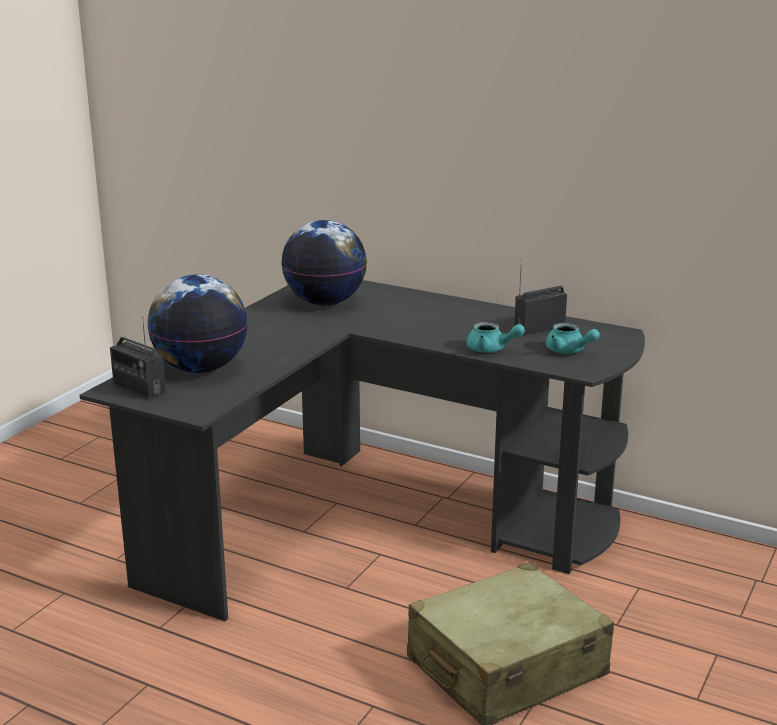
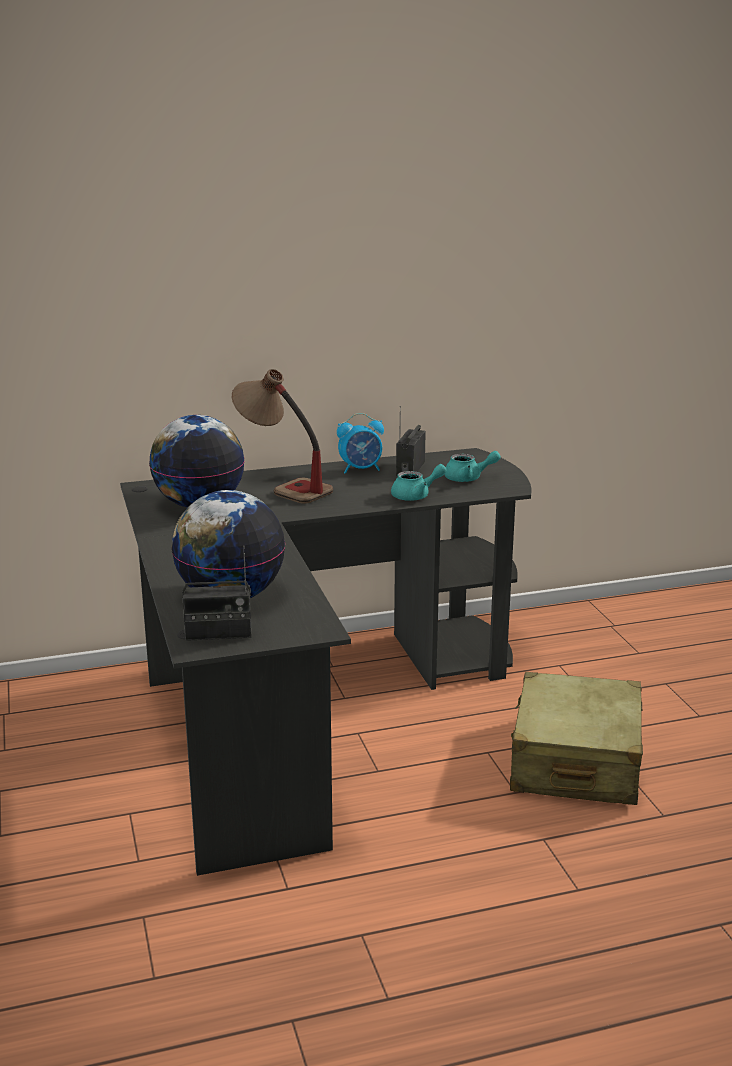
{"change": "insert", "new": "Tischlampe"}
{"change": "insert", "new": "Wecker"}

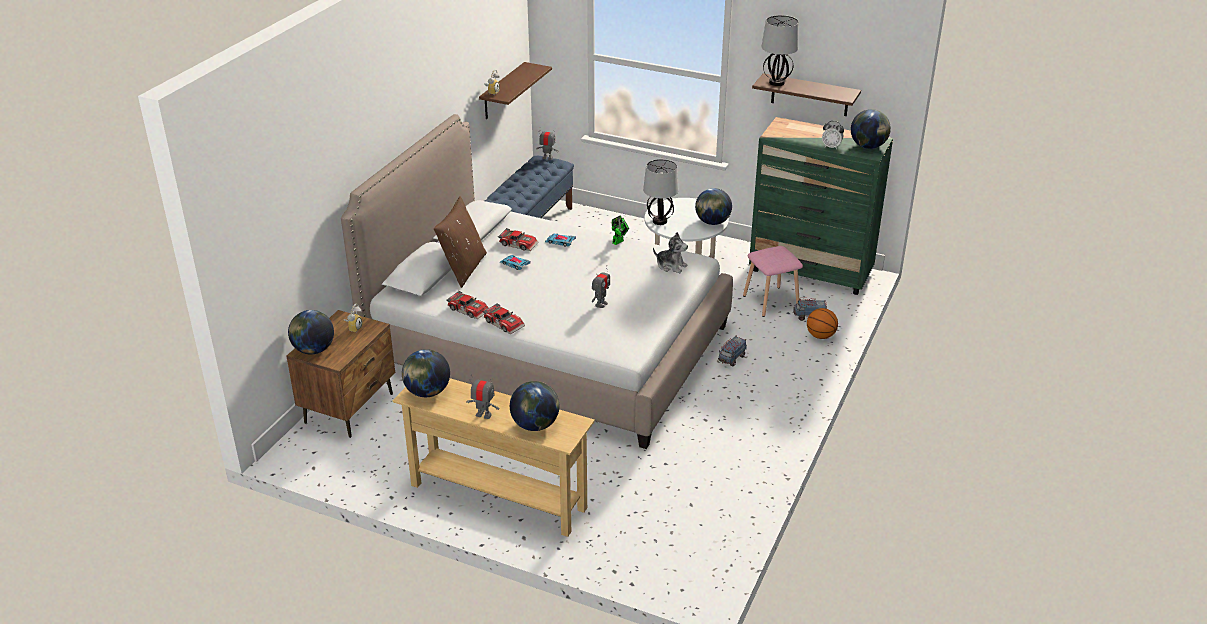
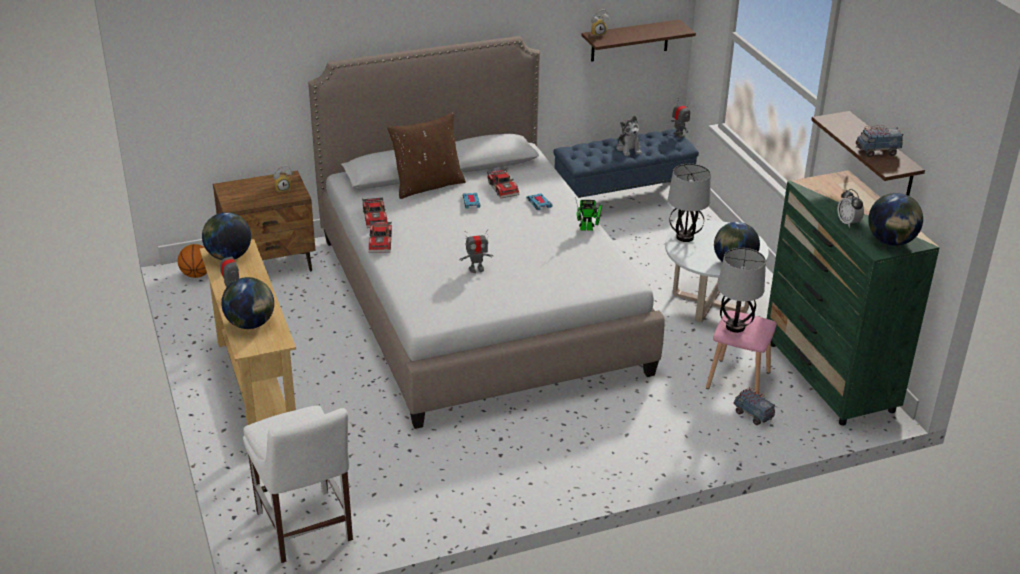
{"change": "delete", "old": "Globus (1st from left)"}
{"change": "move", "old": "Plüschtier"}
{"change": "move", "old": "Spielzeuglaster (1st from left in the first image)", "new": "Spielzeuglaster (2nd from left)"}
{"change": "move", "old": "Tischlampe (2nd from left)"}
{"change": "move", "old": "Basketball"}
{"change": "insert", "new": "Stuhl [weiß]"}

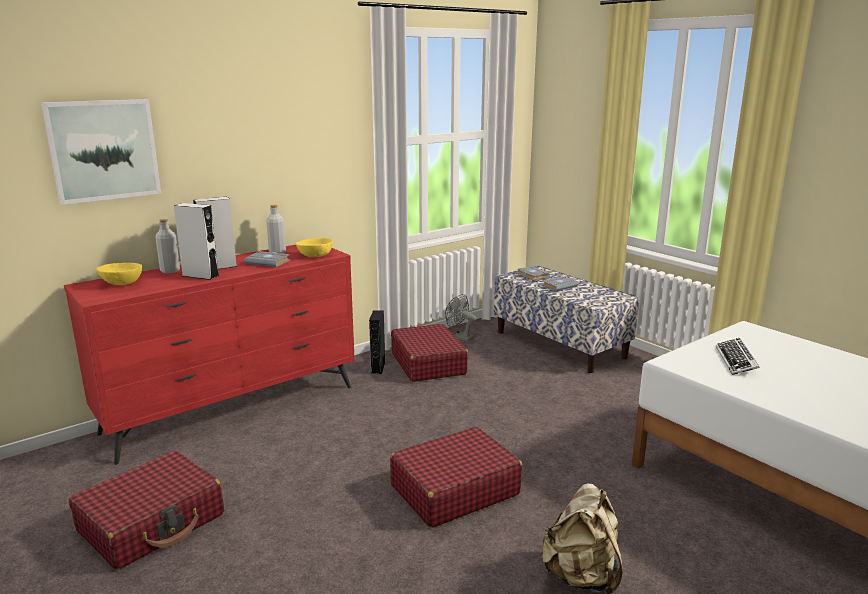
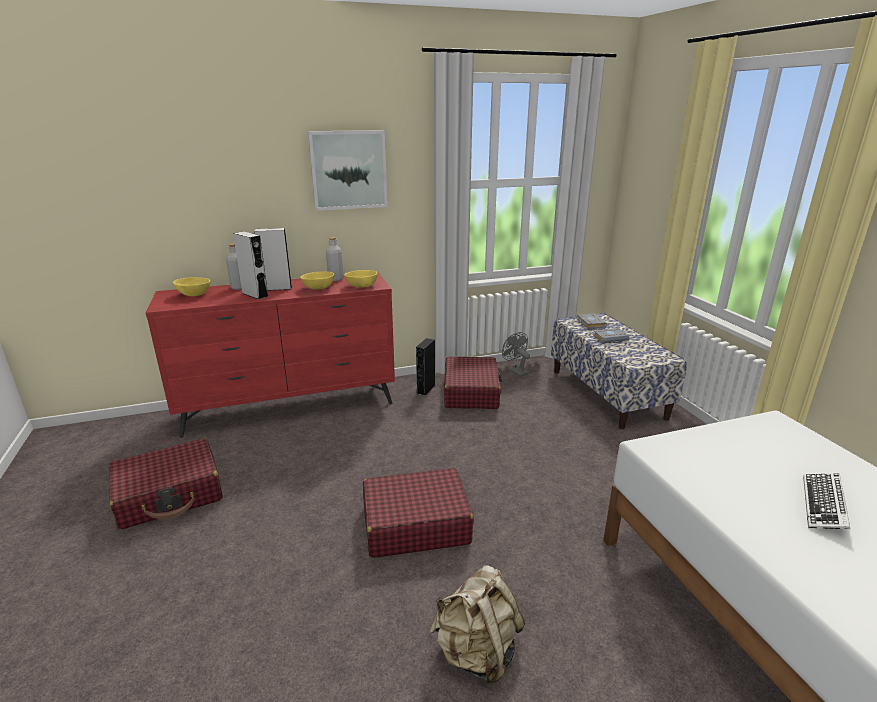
{"change": "move", "old": "Bild"}
{"change": "replace", "old": "Buch [grau] (1st from left)", "new": "Schüssel [gelb] (2nd from left)"}
{"change": "move", "old": "Tastatur"}

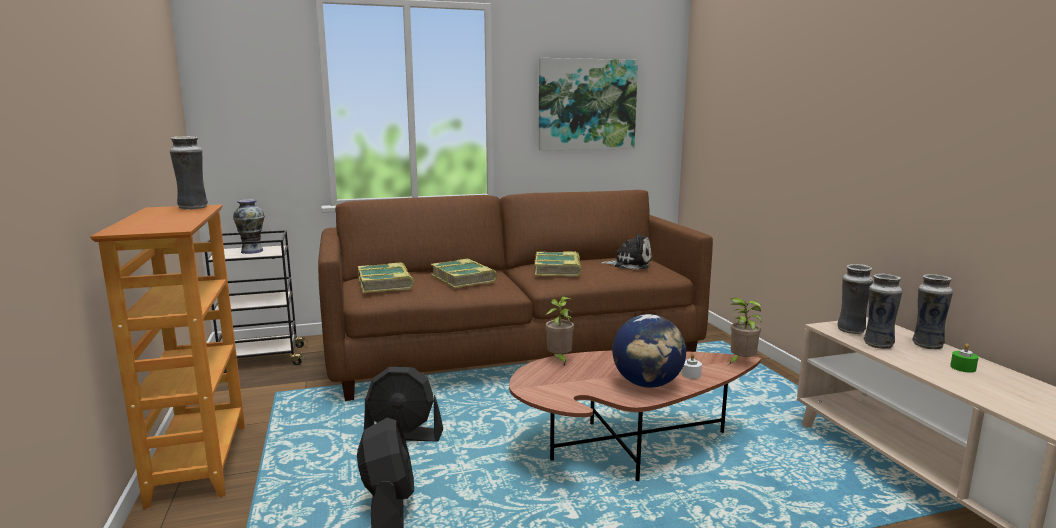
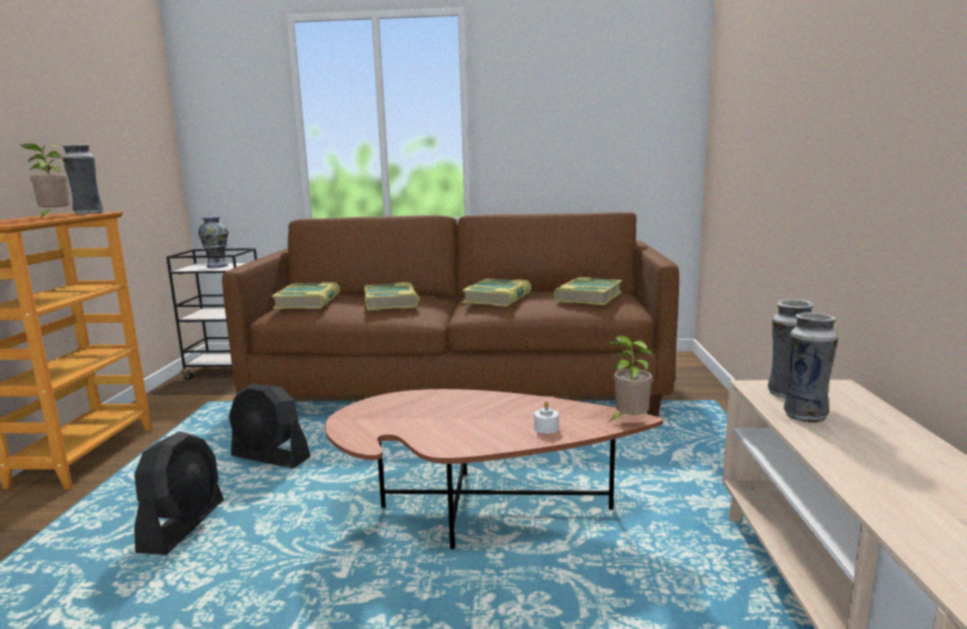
{"change": "delete", "old": "Bild"}
{"change": "move", "old": "Topfpflanze (1st from left)"}
{"change": "replace", "old": "Plüschtier", "new": "Buch (4th from left)"}
{"change": "delete", "old": "Globus"}
{"change": "delete", "old": "Vase (5th from left)"}
{"change": "delete", "old": "Kerze [grün]"}

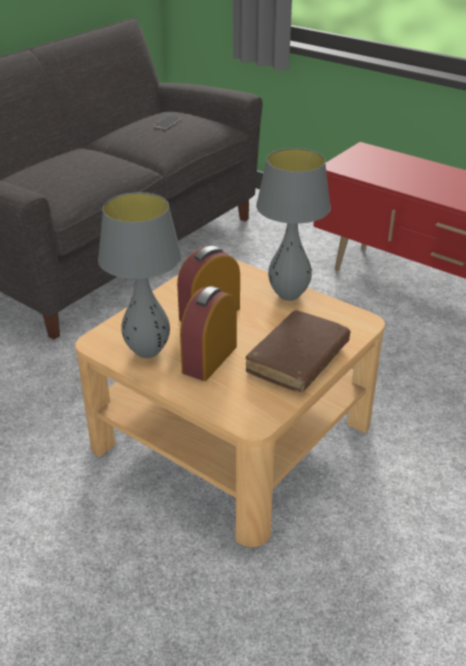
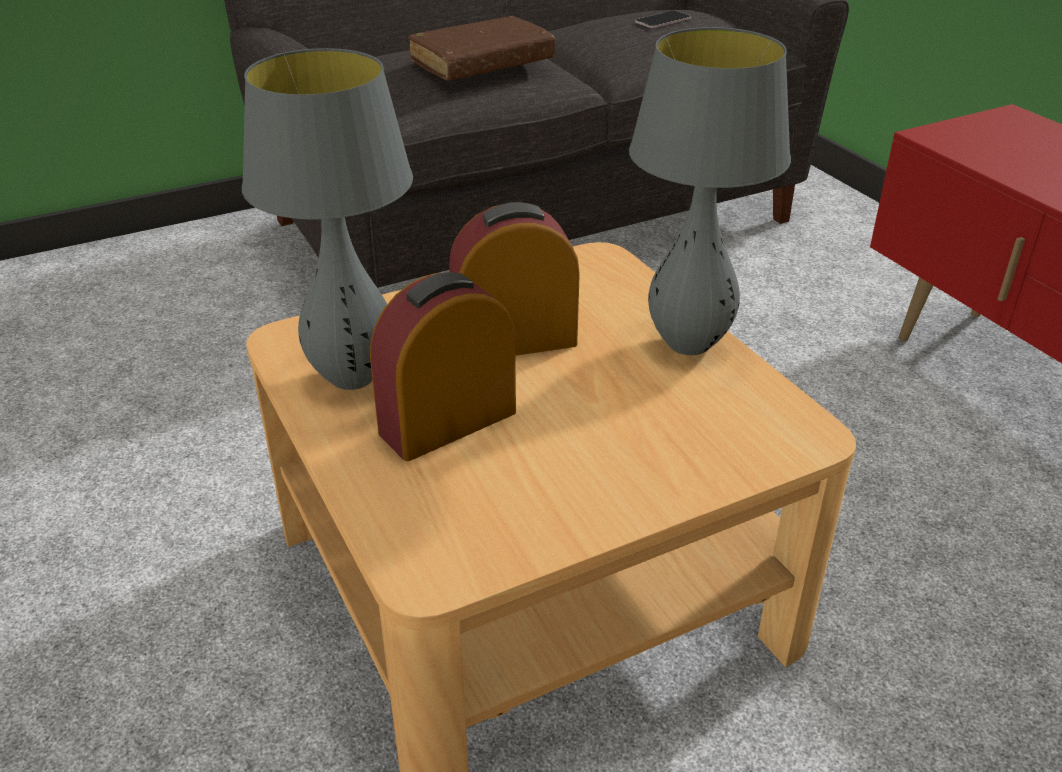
{"change": "move", "old": "Buch [braun]"}

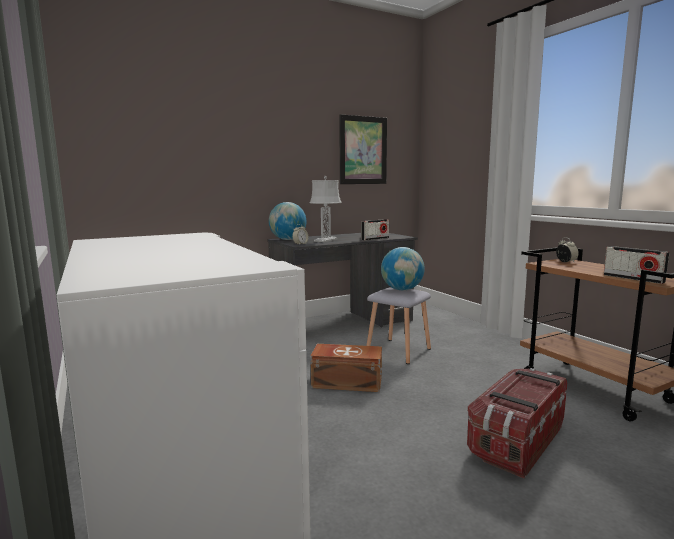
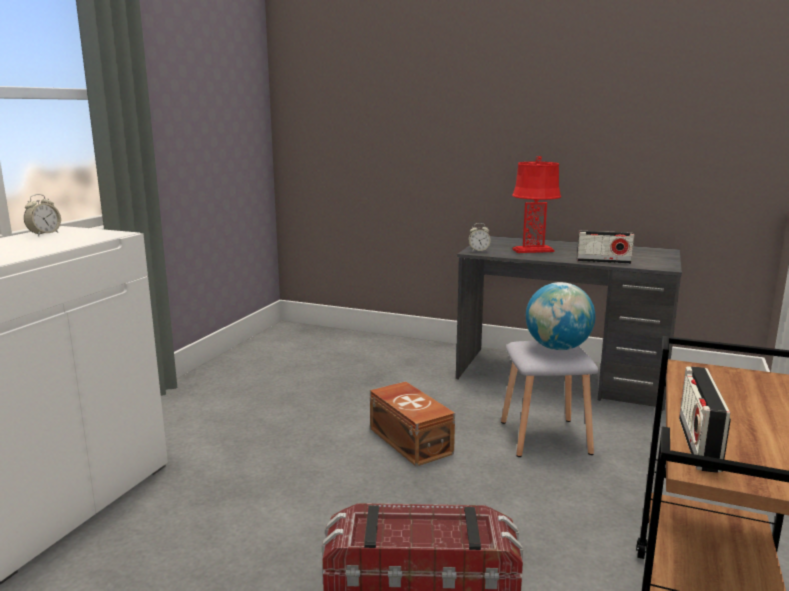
{"change": "delete", "old": "Globus (1st from left)"}
{"change": "recolor", "old": "Tischlampe [grau]", "new": "Tischlampe [rot]"}
{"change": "delete", "old": "Bild"}
{"change": "move", "old": "Wecker (2nd from left in the first image)", "new": "Wecker (1st from left)"}

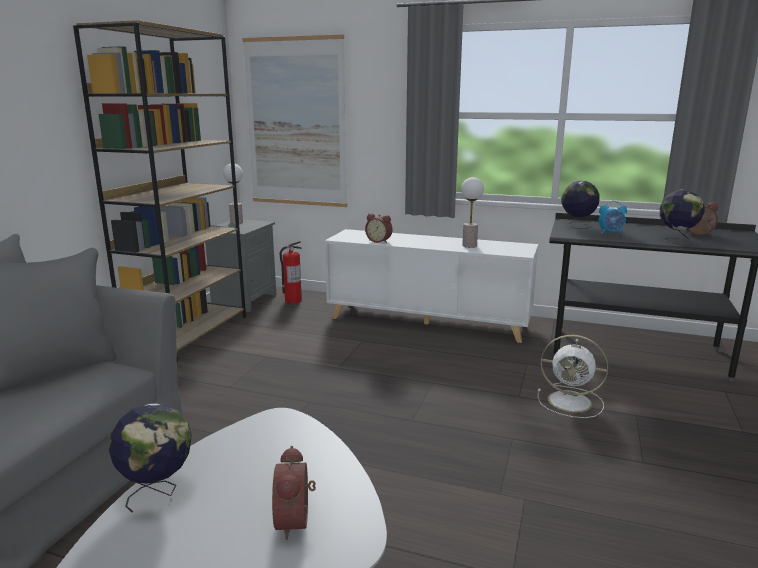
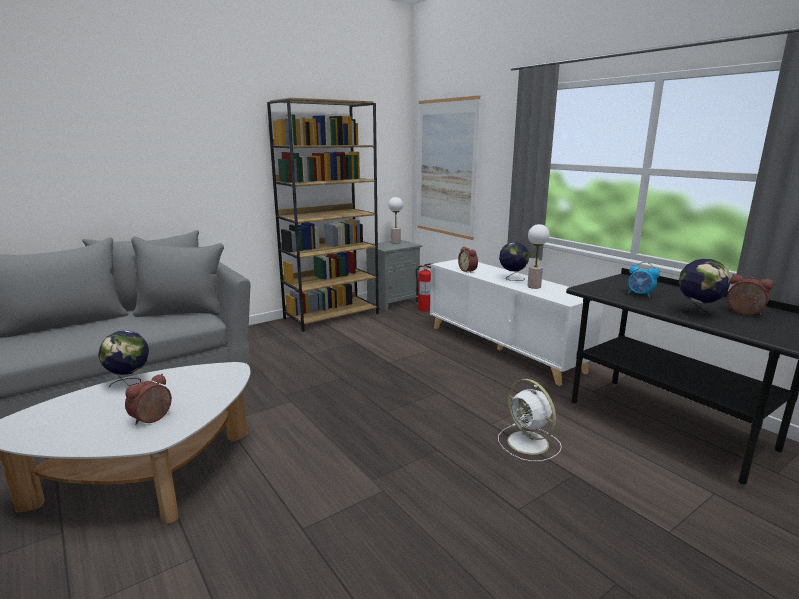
{"change": "move", "old": "Globus (2nd from left)"}

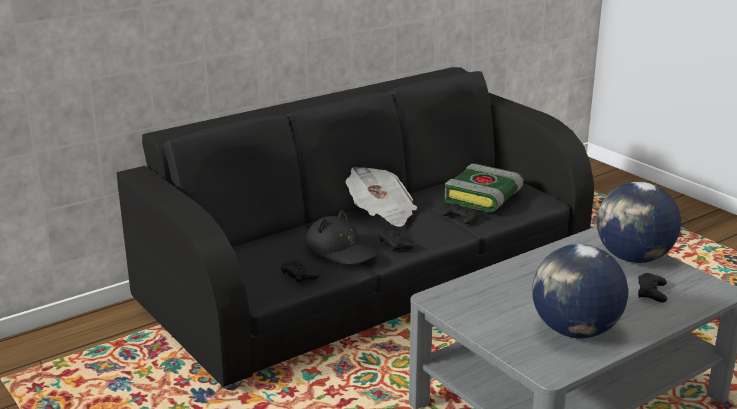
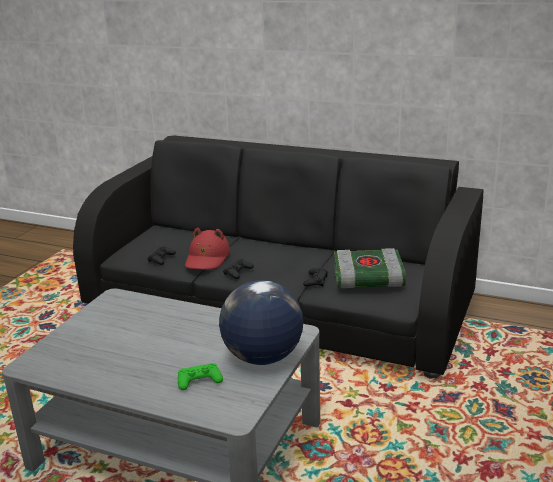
{"change": "recolor", "old": "Hut [schwarz]", "new": "Hut [rot]"}
{"change": "delete", "old": "Zeitung"}
{"change": "delete", "old": "Globus (1st from left)"}
{"change": "recolor", "old": "Gamepad [schwarz] (4th from left)", "new": "Gamepad [grün]"}

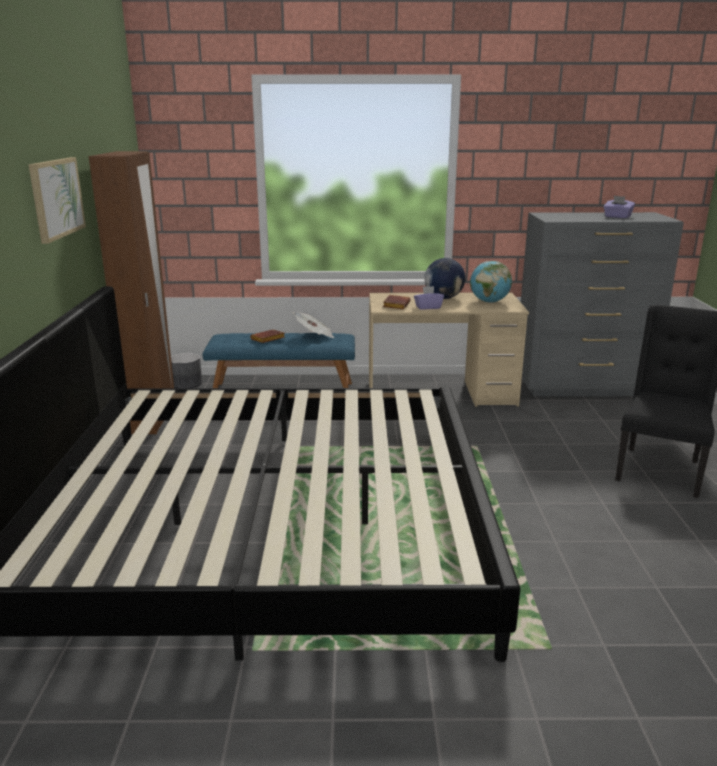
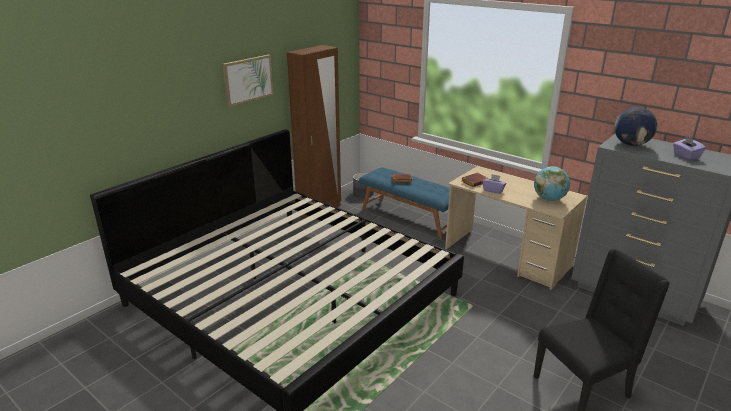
{"change": "delete", "old": "Zeitung"}
{"change": "move", "old": "Globus (1st from left in the first image)", "new": "Globus (2nd from left)"}

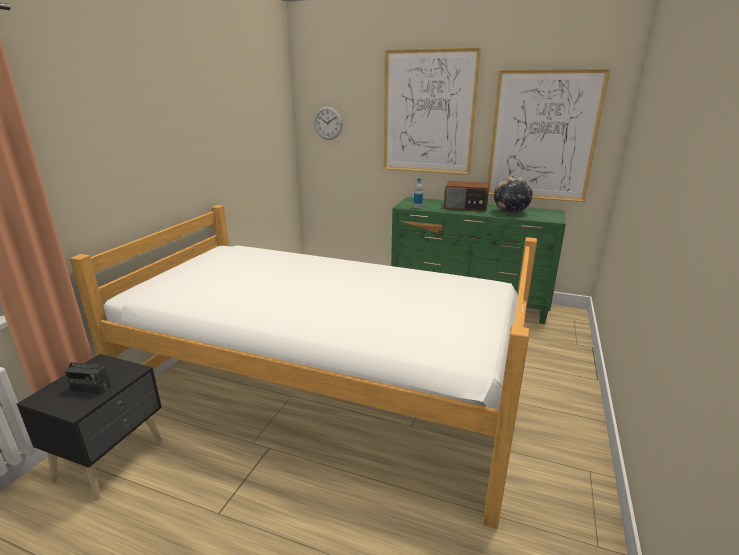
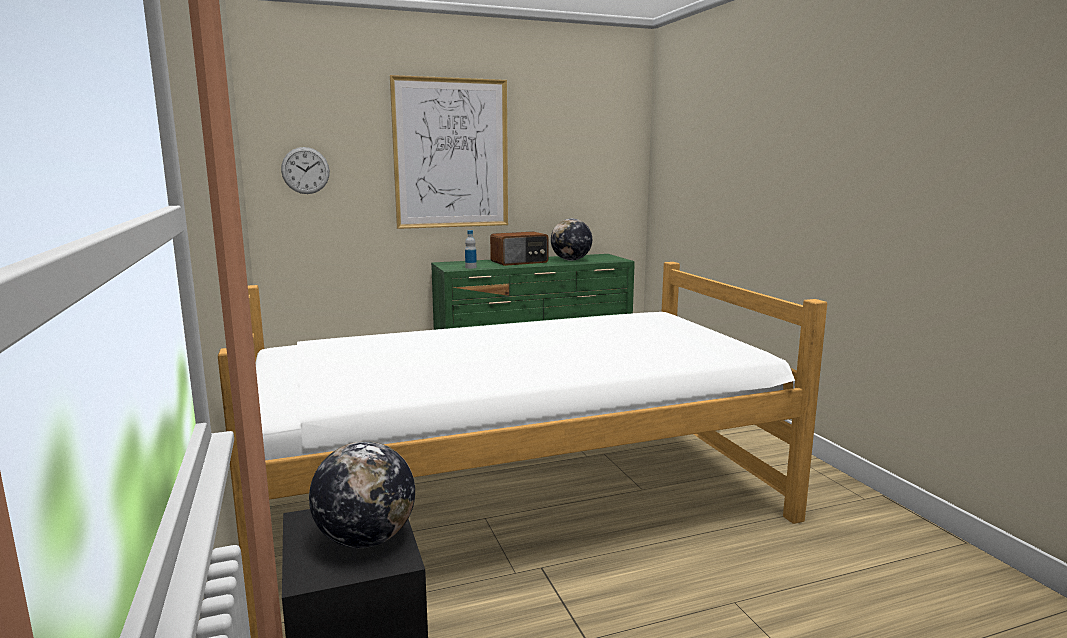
{"change": "replace", "old": "Radio (1st from left)", "new": "Globus (1st from left)"}
{"change": "delete", "old": "Bild (2nd from left)"}

